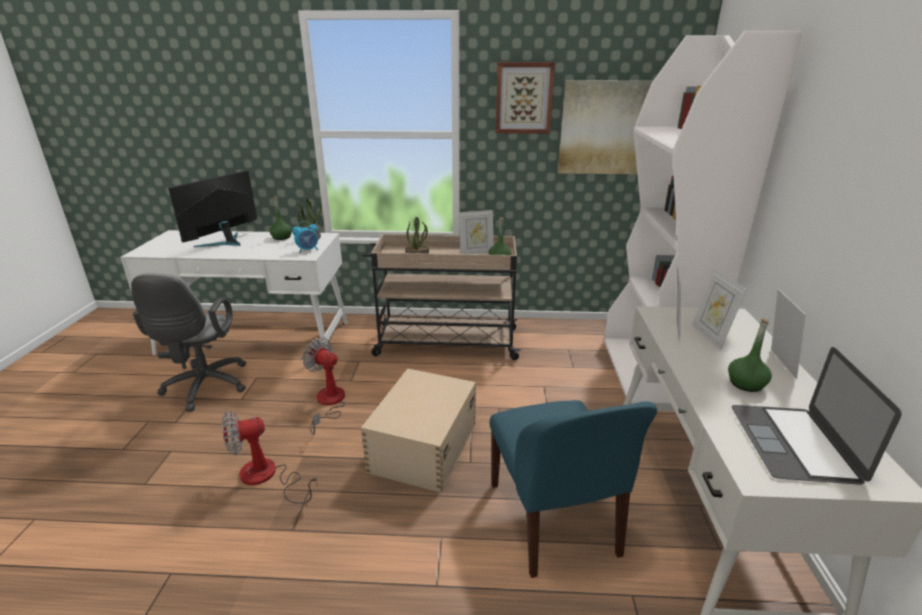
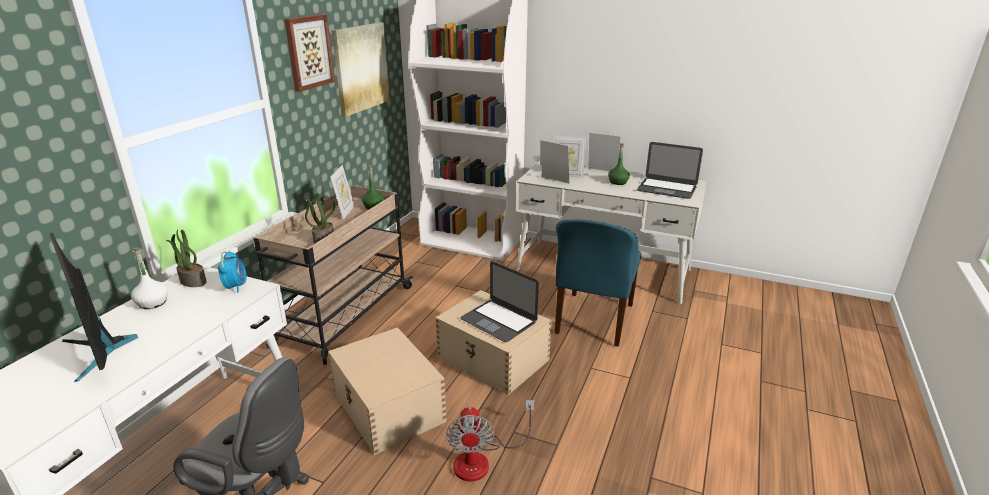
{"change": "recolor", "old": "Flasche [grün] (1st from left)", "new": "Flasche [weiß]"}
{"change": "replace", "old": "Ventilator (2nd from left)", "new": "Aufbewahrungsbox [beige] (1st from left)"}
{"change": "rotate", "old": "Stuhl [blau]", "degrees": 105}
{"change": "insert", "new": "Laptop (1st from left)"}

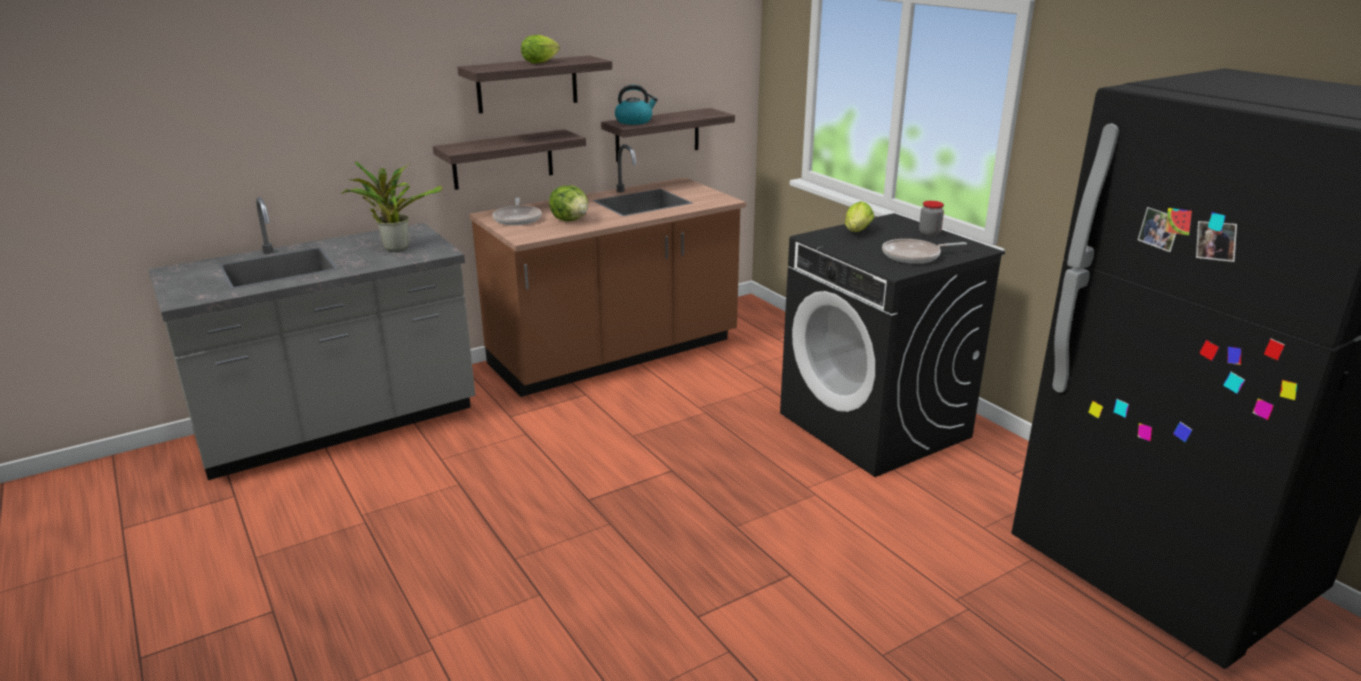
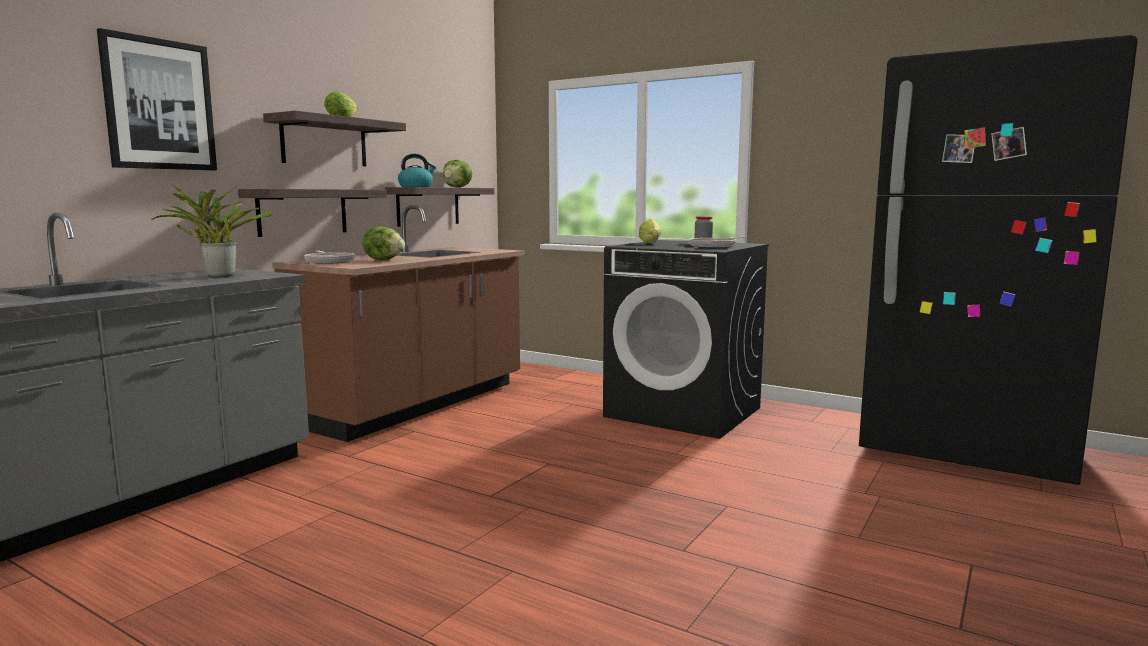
{"change": "insert", "new": "Bild"}
{"change": "insert", "new": "Salatkopf (3rd from left)"}

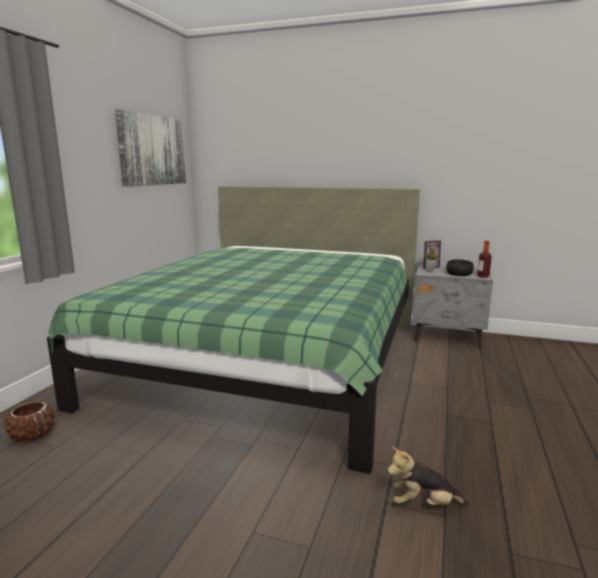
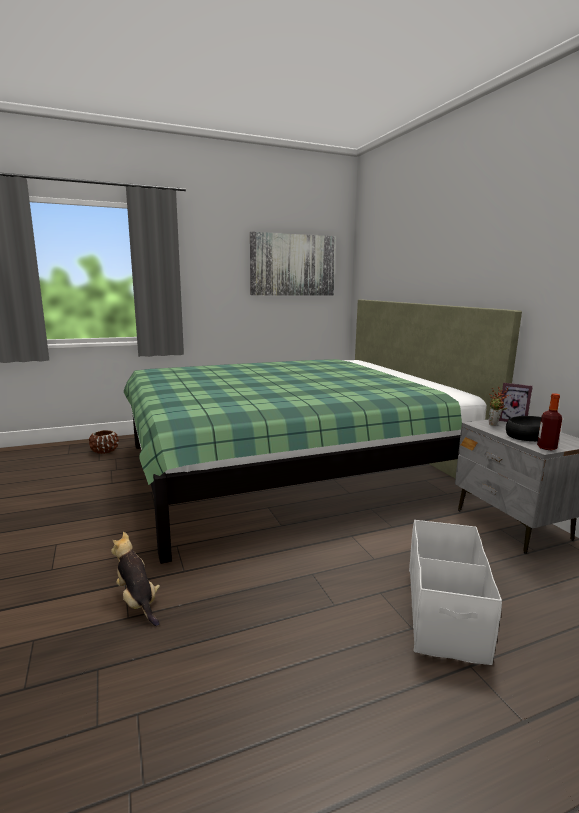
{"change": "insert", "new": "Aufbewahrungsbox [weiß]"}

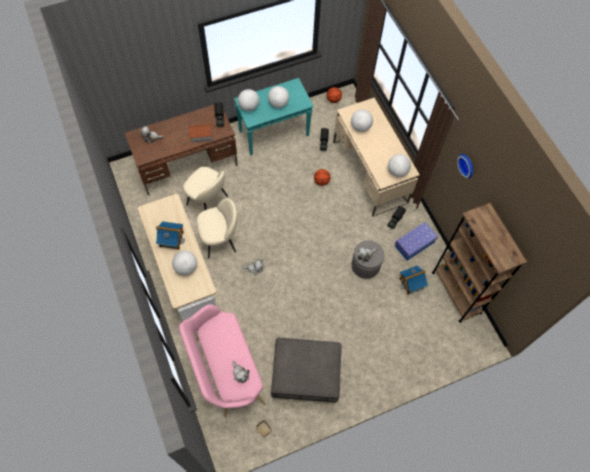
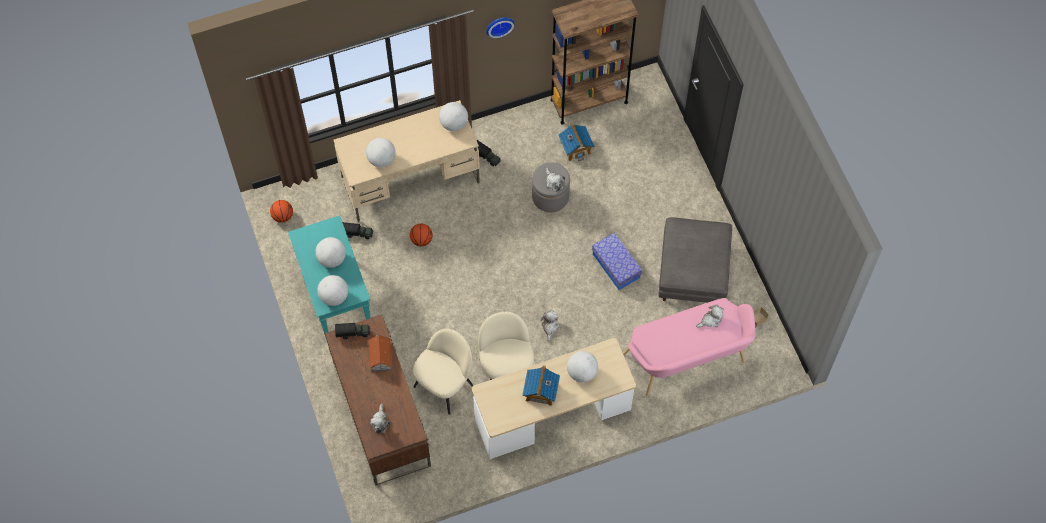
{"change": "move", "old": "Aufbewahrungsbox"}

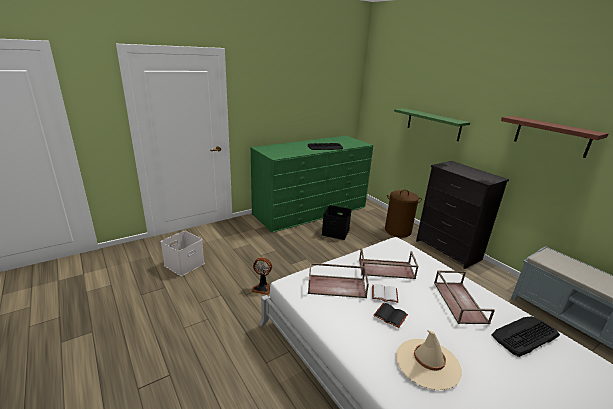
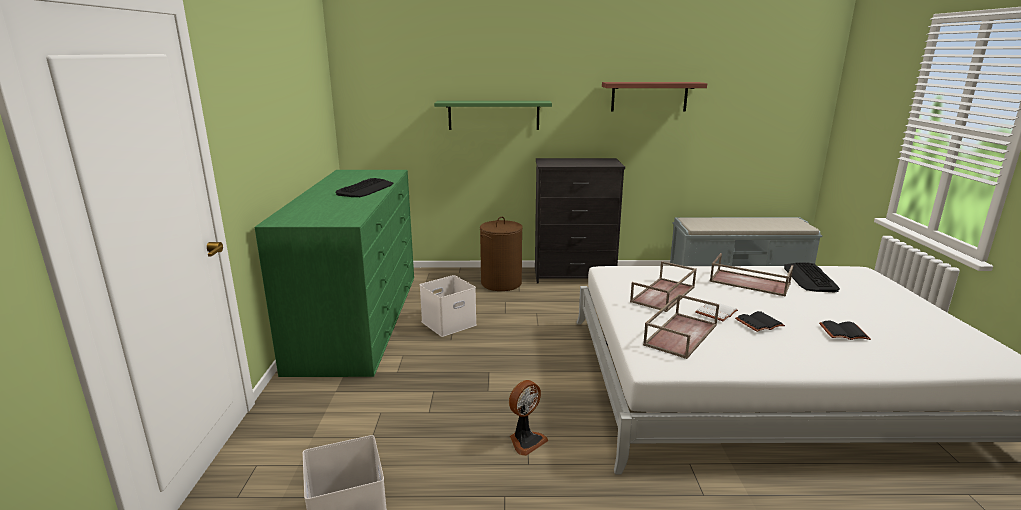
{"change": "recolor", "old": "Aufbewahrungsbox [schwarz]", "new": "Aufbewahrungsbox [weiß] (2nd from left)"}
{"change": "replace", "old": "Hut [beige]", "new": "Buch [schwarz] (2nd from left)"}

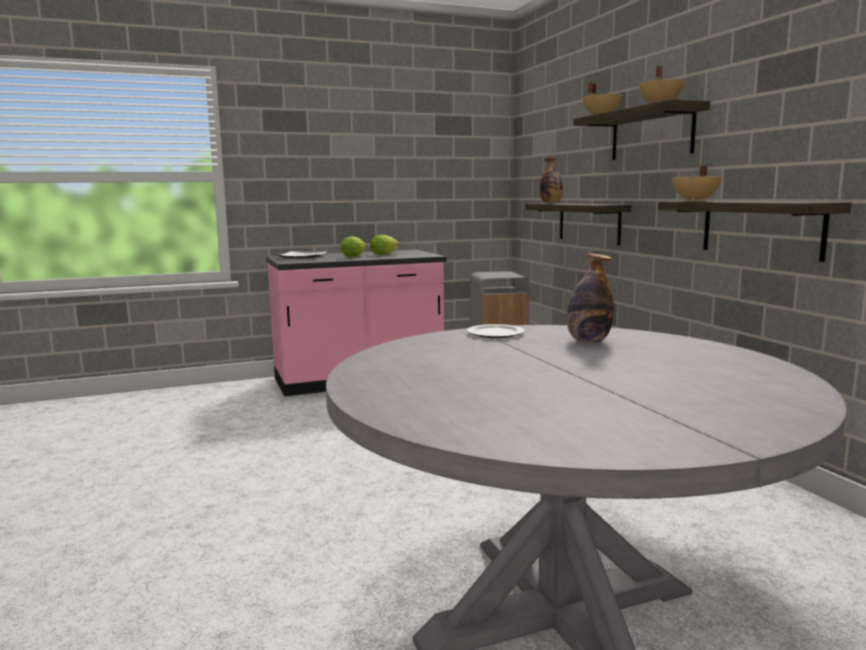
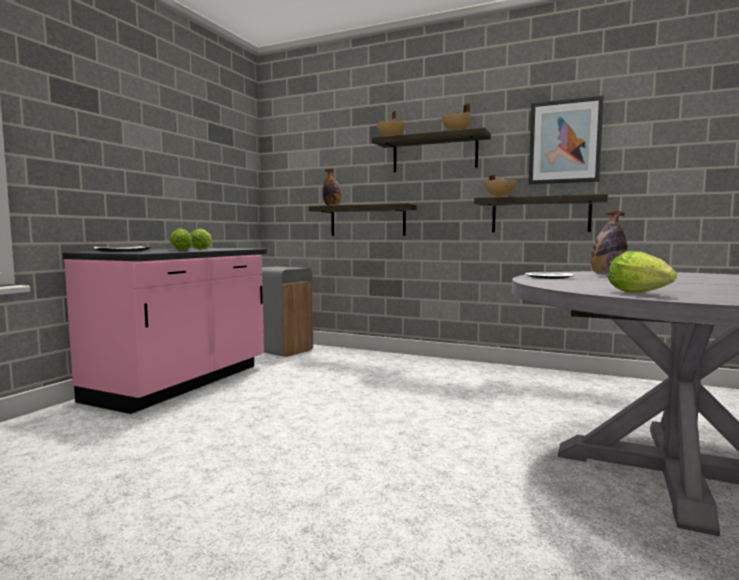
{"change": "insert", "new": "Bild"}
{"change": "insert", "new": "Salatkopf (3rd from left)"}

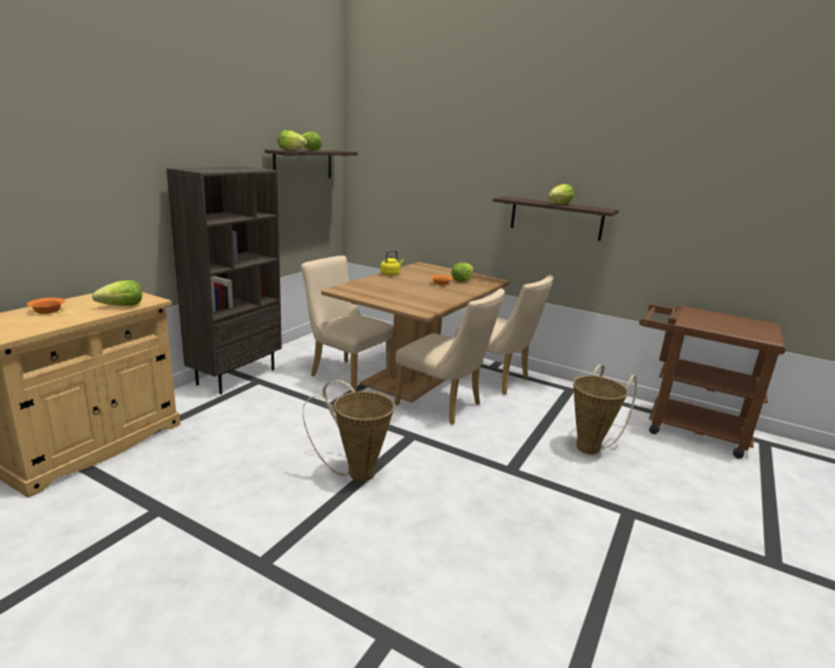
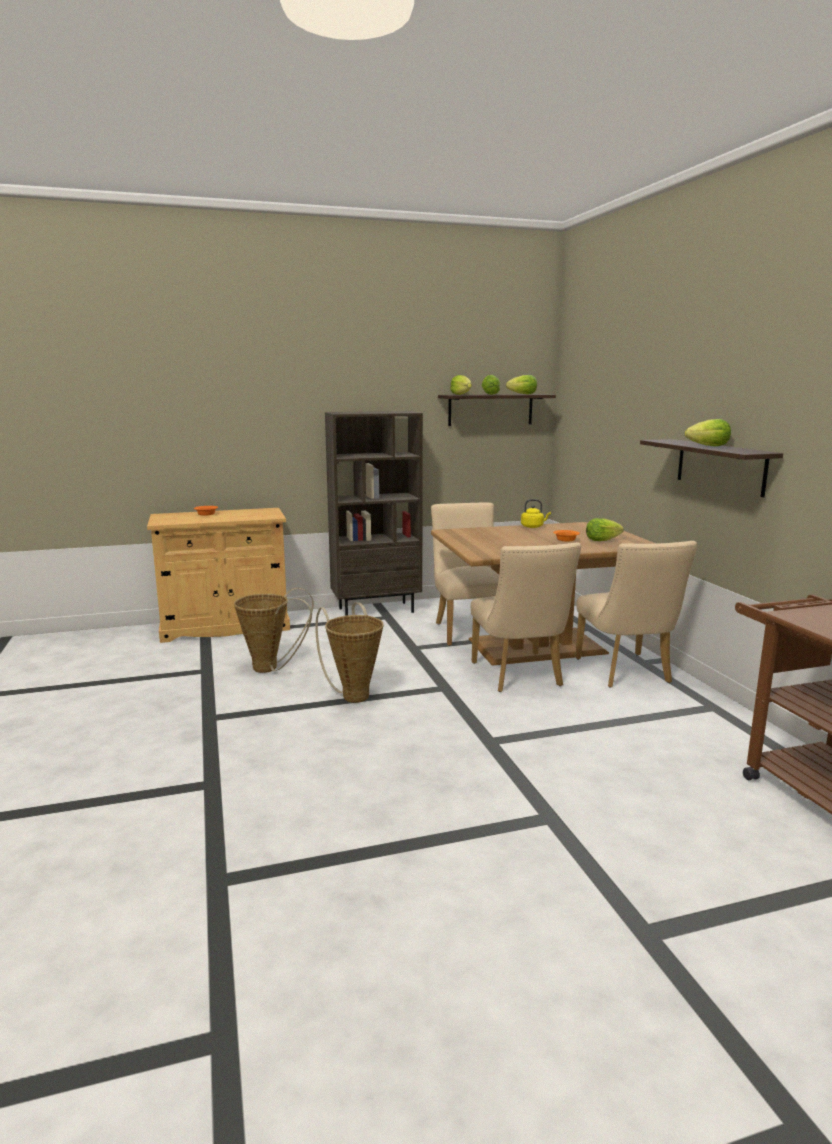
{"change": "move", "old": "Salatkopf (1st from left in the first image)", "new": "Salatkopf (3rd from left)"}
{"change": "move", "old": "Korb (2nd from left in the first image)", "new": "Korb (1st from left)"}

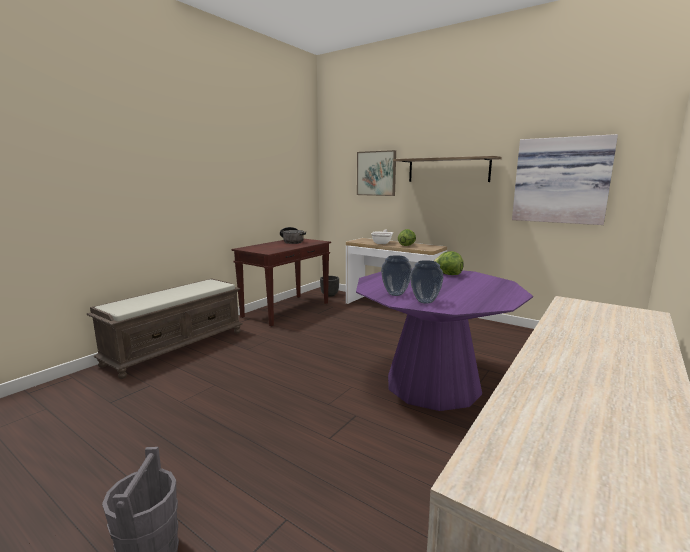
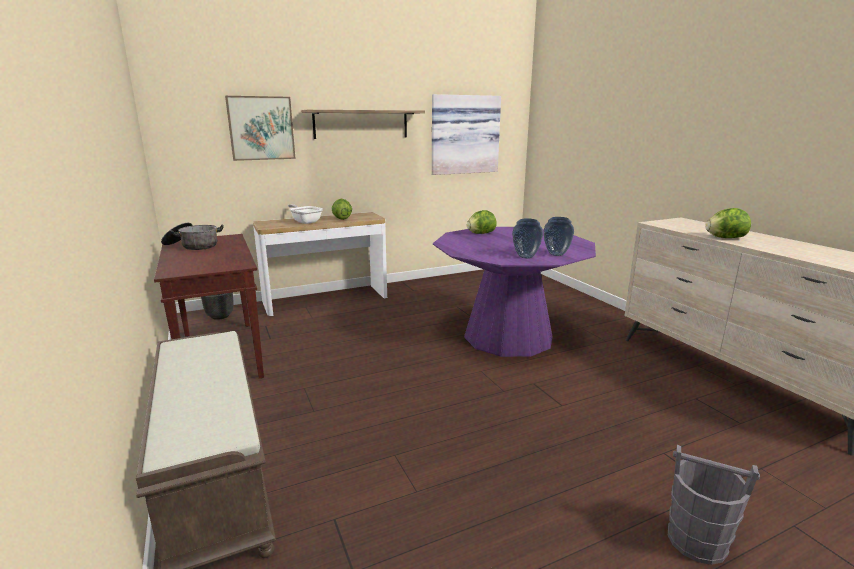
{"change": "insert", "new": "Salatkopf (3rd from left)"}

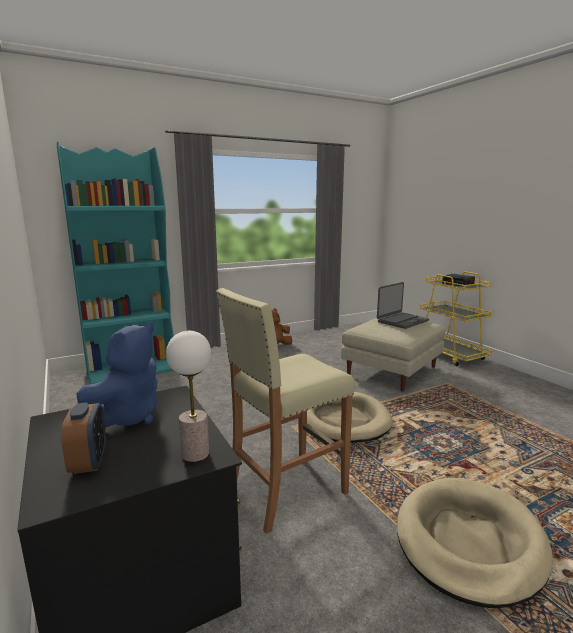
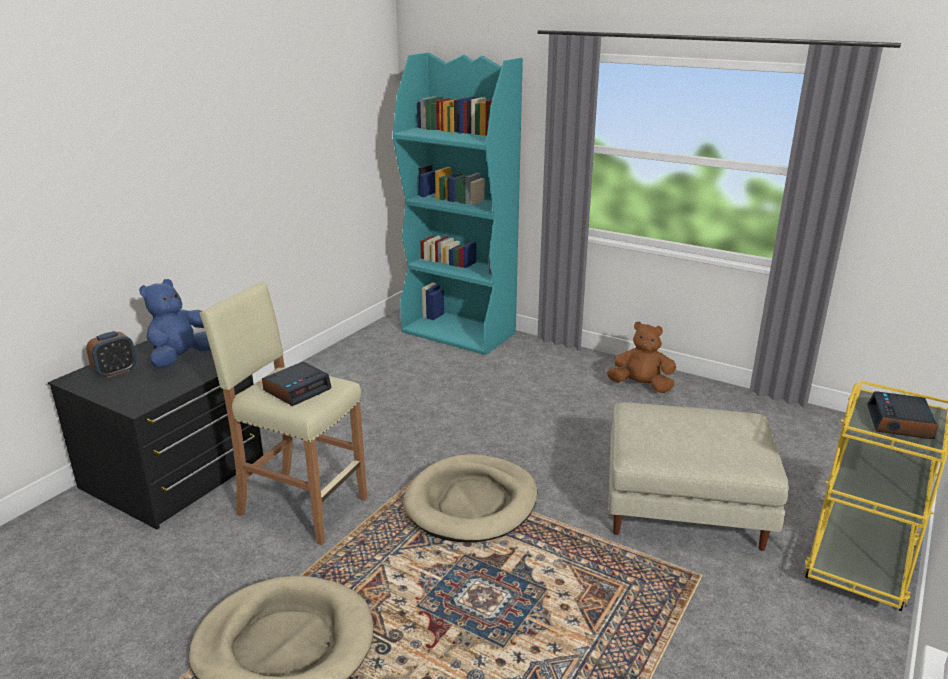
{"change": "rotate", "old": "Plüschtier [blau]", "degrees": 120}
{"change": "delete", "old": "Tischlampe"}
{"change": "delete", "old": "Laptop"}
{"change": "insert", "new": "Wecker (2nd from left)"}

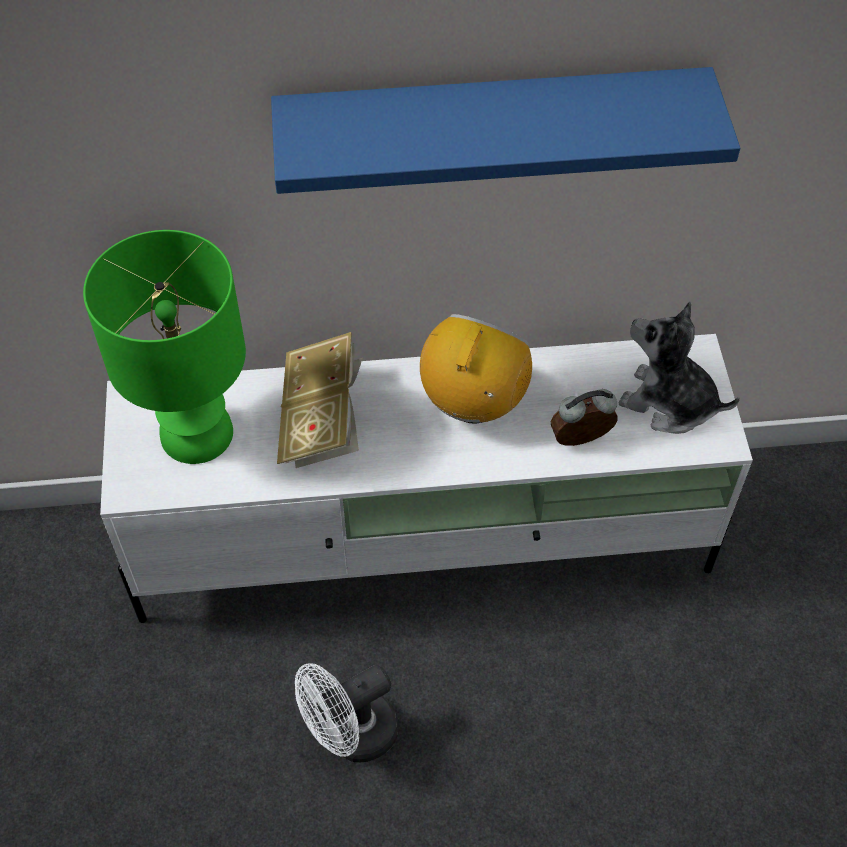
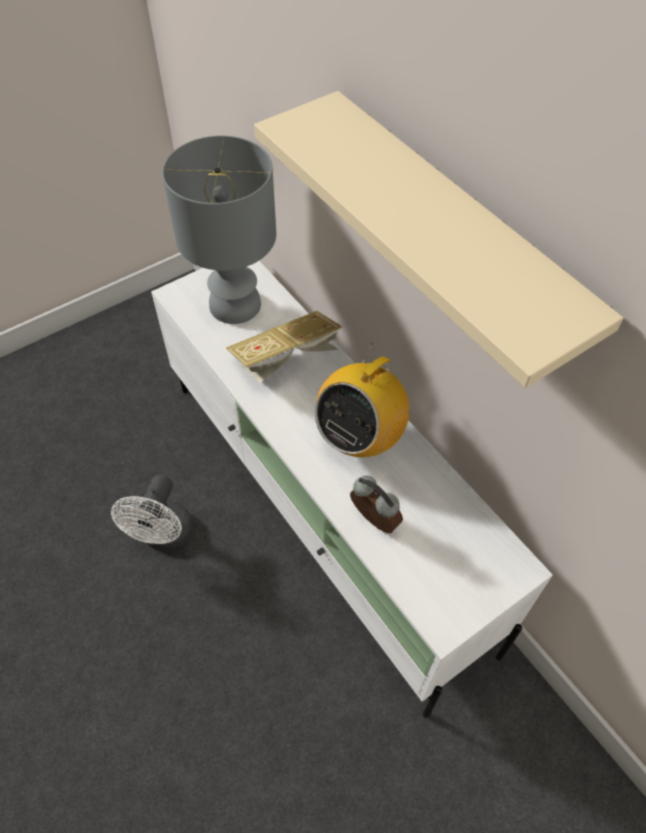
{"change": "recolor", "old": "Tischlampe [grün]", "new": "Tischlampe [grau]"}
{"change": "recolor", "old": "Wandregal [blau]", "new": "Wandregal [beige]"}
{"change": "rotate", "old": "Ventilator [weiß]", "degrees": -105}
{"change": "rotate", "old": "Radio", "degrees": 135}
{"change": "delete", "old": "Plüschtier"}

